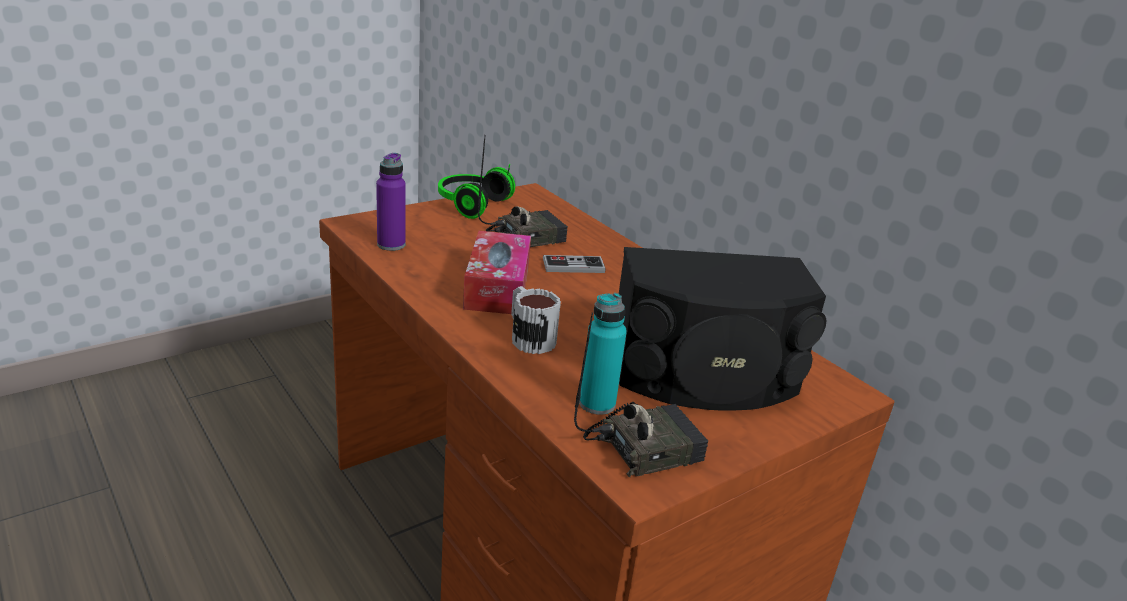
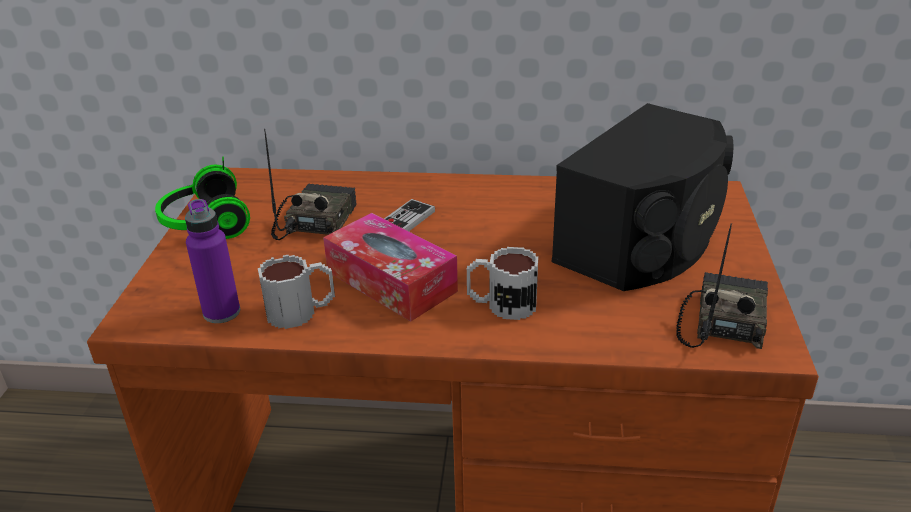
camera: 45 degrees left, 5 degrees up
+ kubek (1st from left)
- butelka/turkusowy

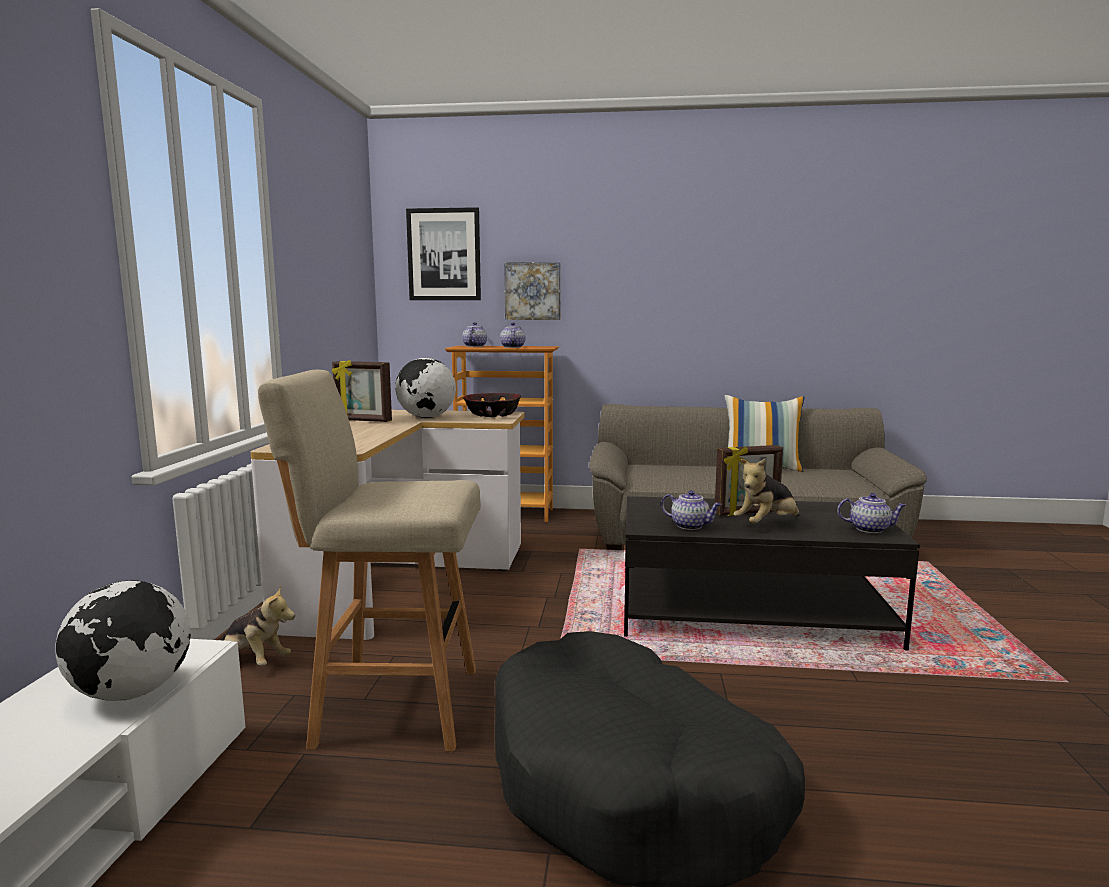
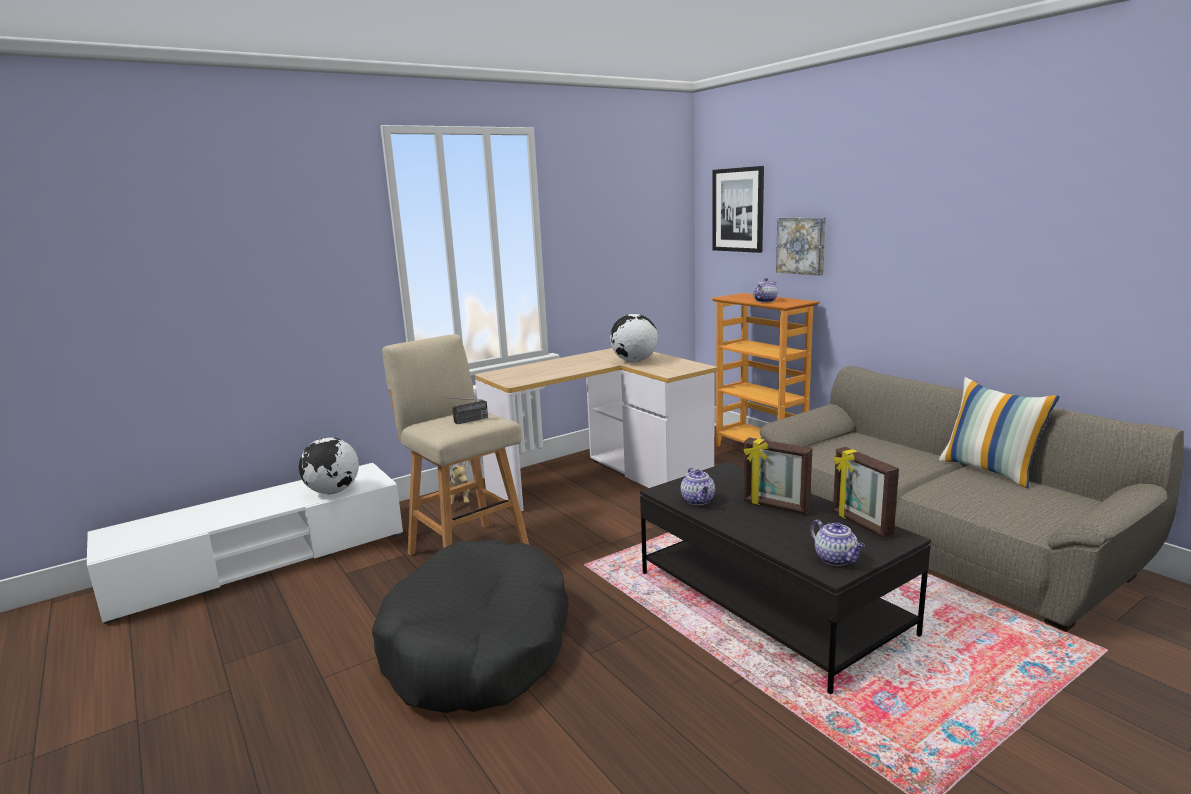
camera: 50 degrees right, 5 degrees up
+ radio
~ ramka na zdjęcie (1st from left in the first image) to ramka na zdjęcie (2nd from left)
- imbryk (1st from left)
- miska
- pluszak (2nd from left)

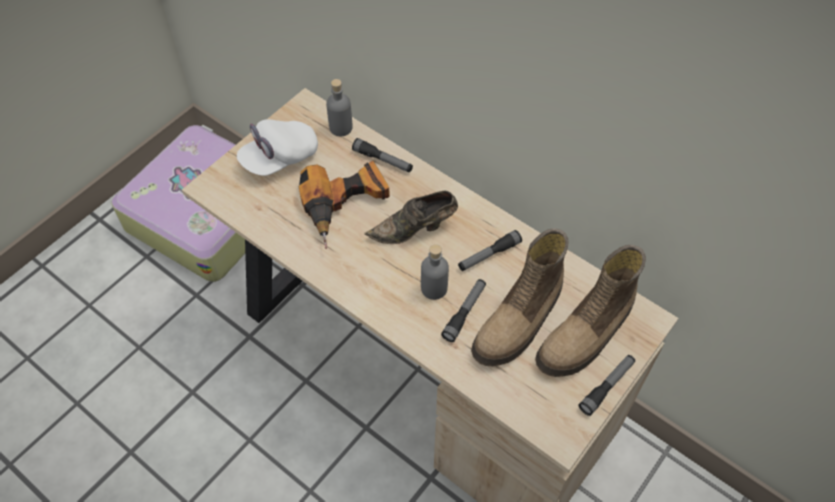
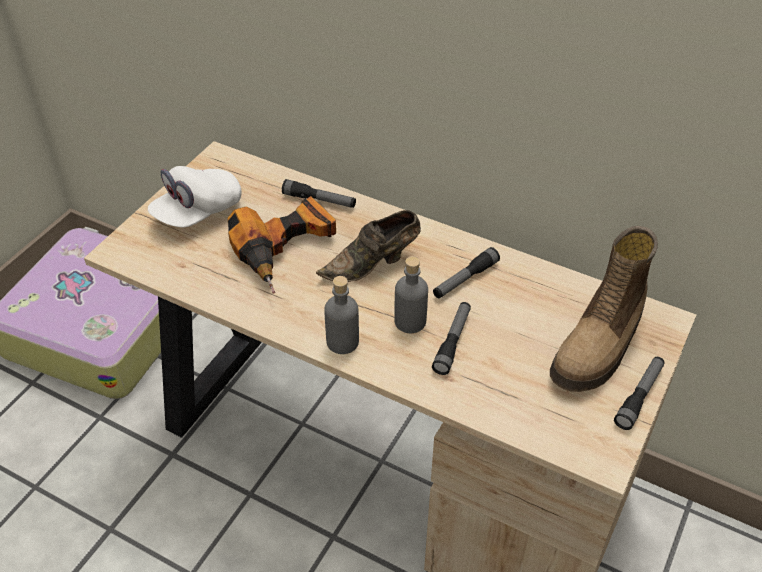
camera: 10 degrees left, 10 degrees down
~ butelka/szary (1st from left)
- but z cholewką (1st from left)

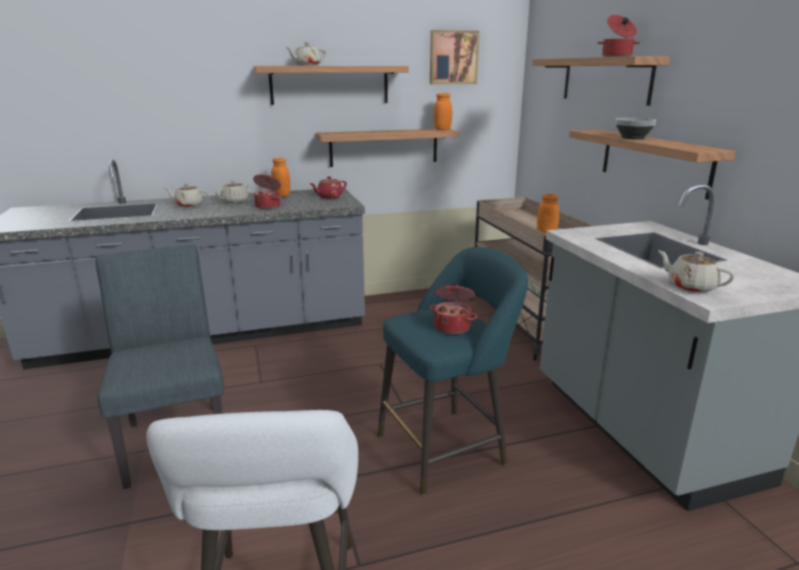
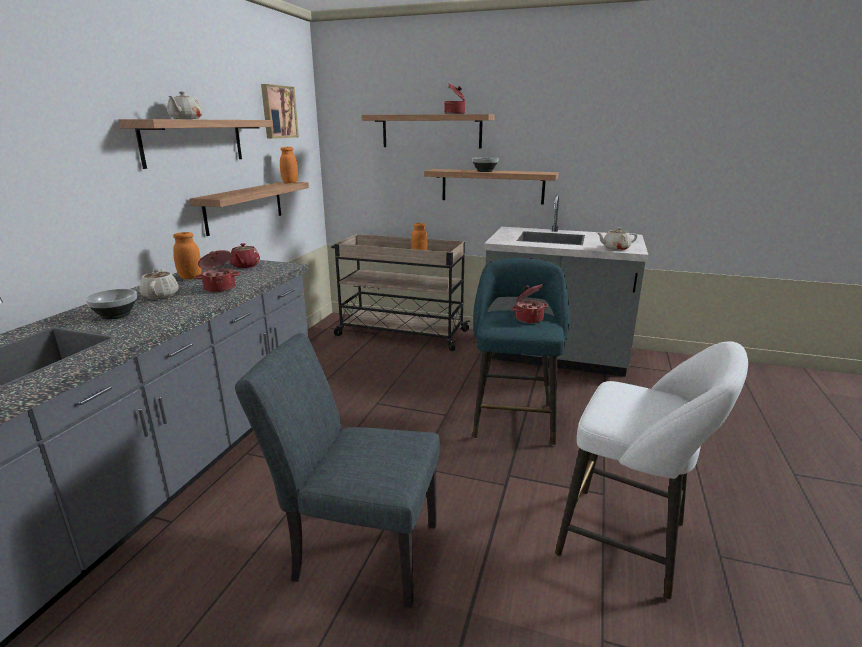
camera: 55 degrees left, 0 degrees up
~ imbryk/beżowy (1st from left) to miska (1st from left)

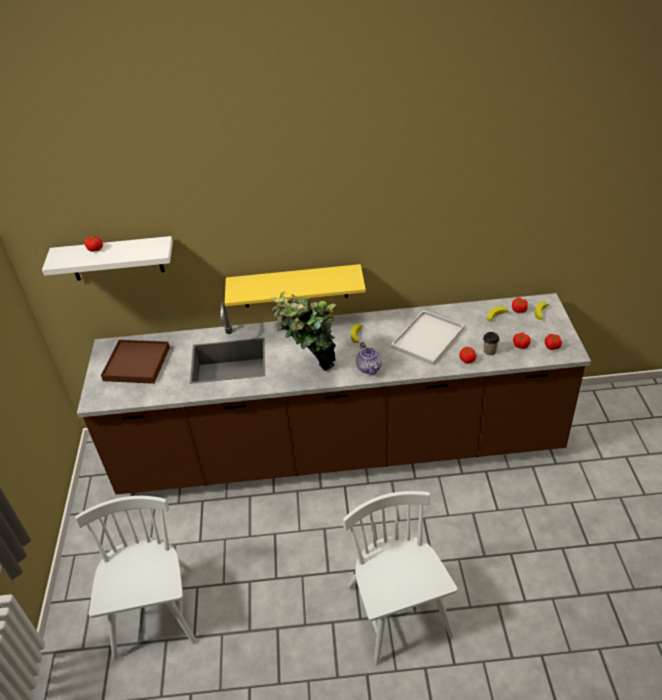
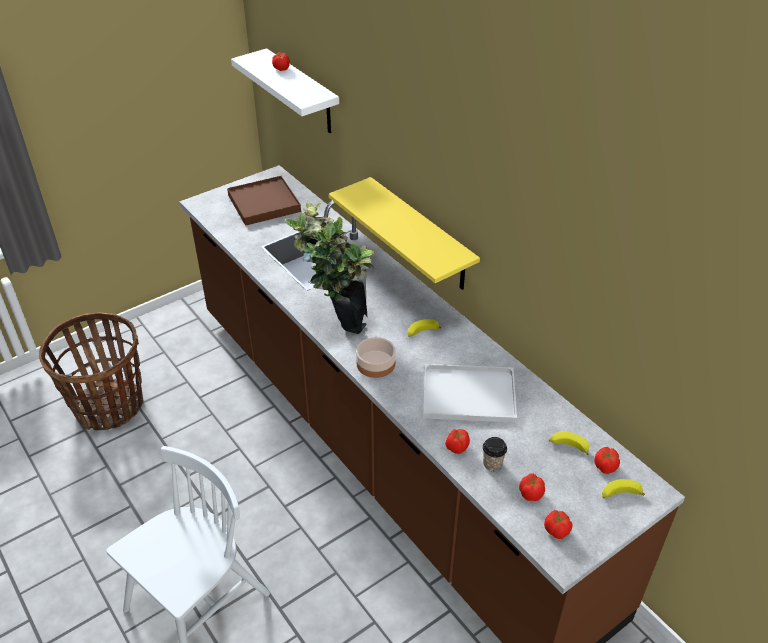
camera: 55 degrees right, 0 degrees up
~ krzesło/biały (1st from left) to koszyk
~ imbryk to miska

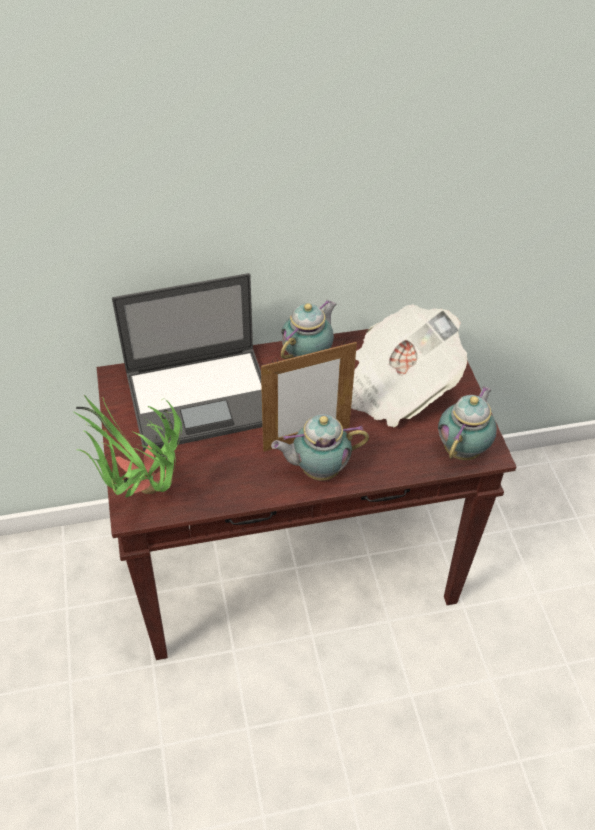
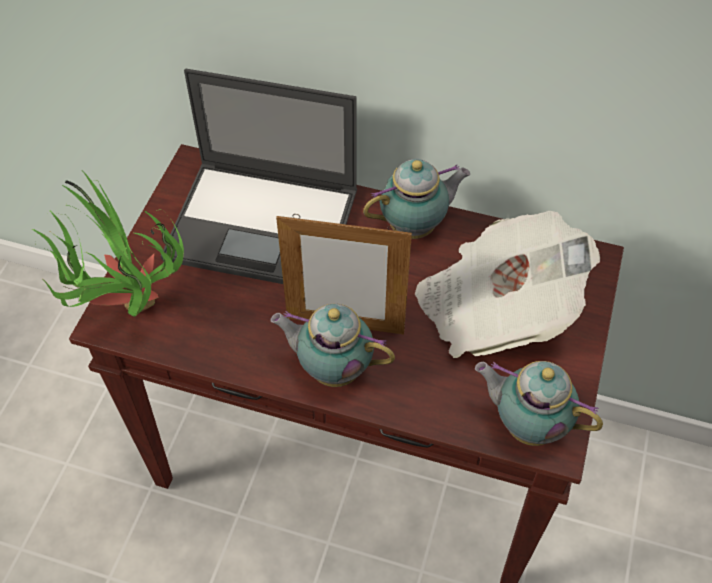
camera: 30 degrees right, 5 degrees up
~ imbryk (3rd from left) 120 degrees counterclockwise

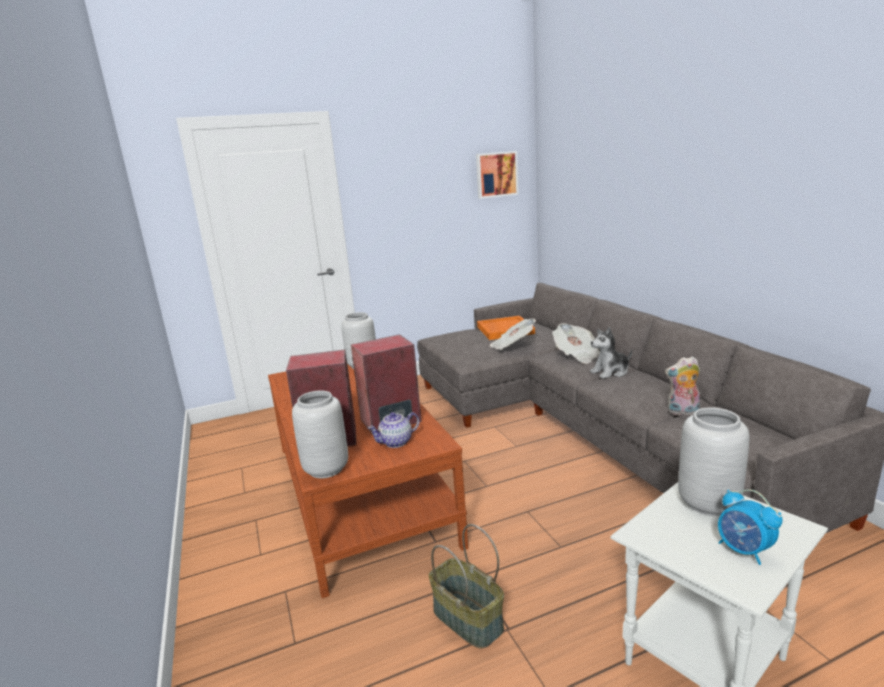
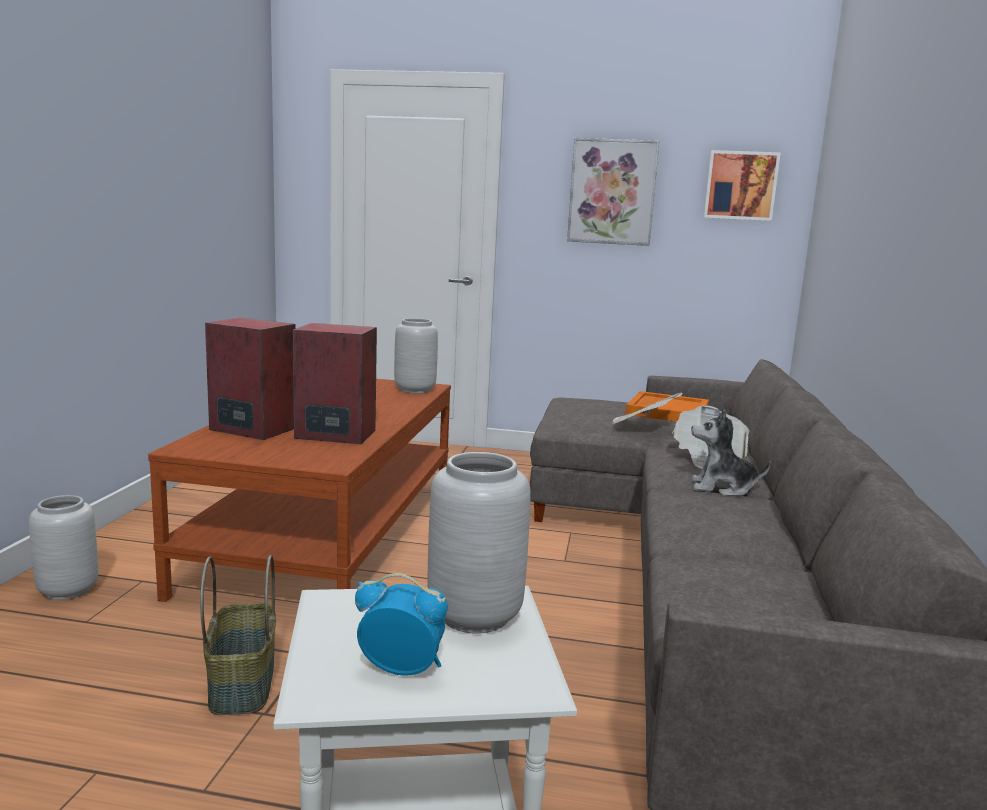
camera: 30 degrees right, 5 degrees down
~ wazon/szary (1st from left)
~ budzik 105 degrees clockwise
+ obraz (1st from left)
- imbryk
- pluszak (2nd from left)

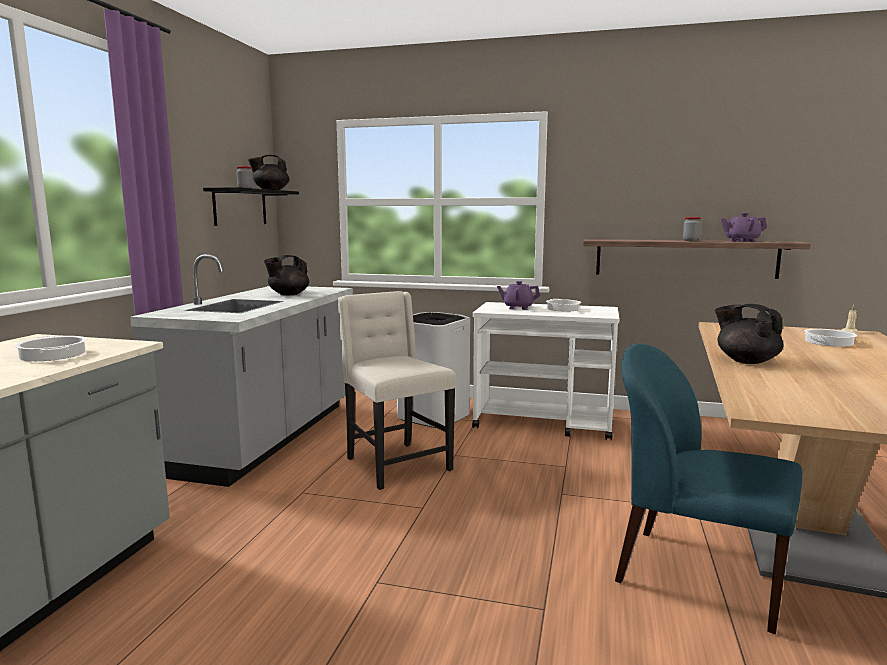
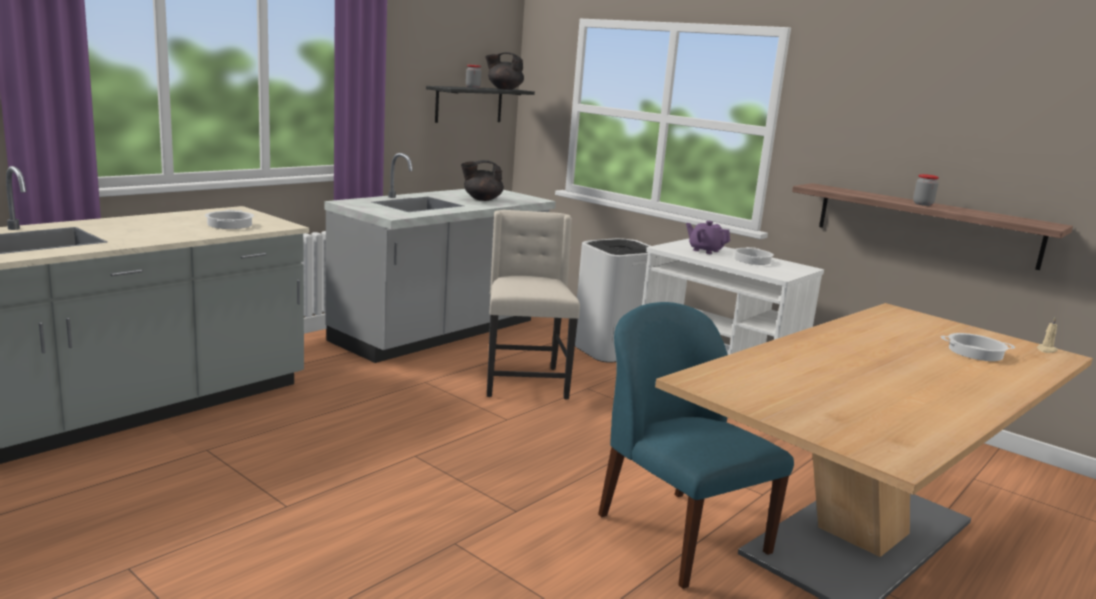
camera: 25 degrees right, 5 degrees up
- imbryk/czarny (3rd from left)
- imbryk/fioletowy (2nd from left)

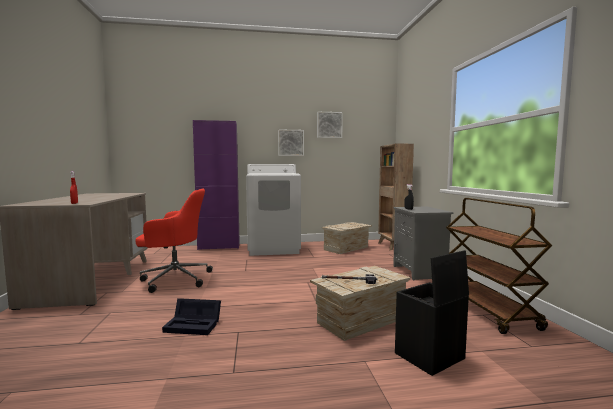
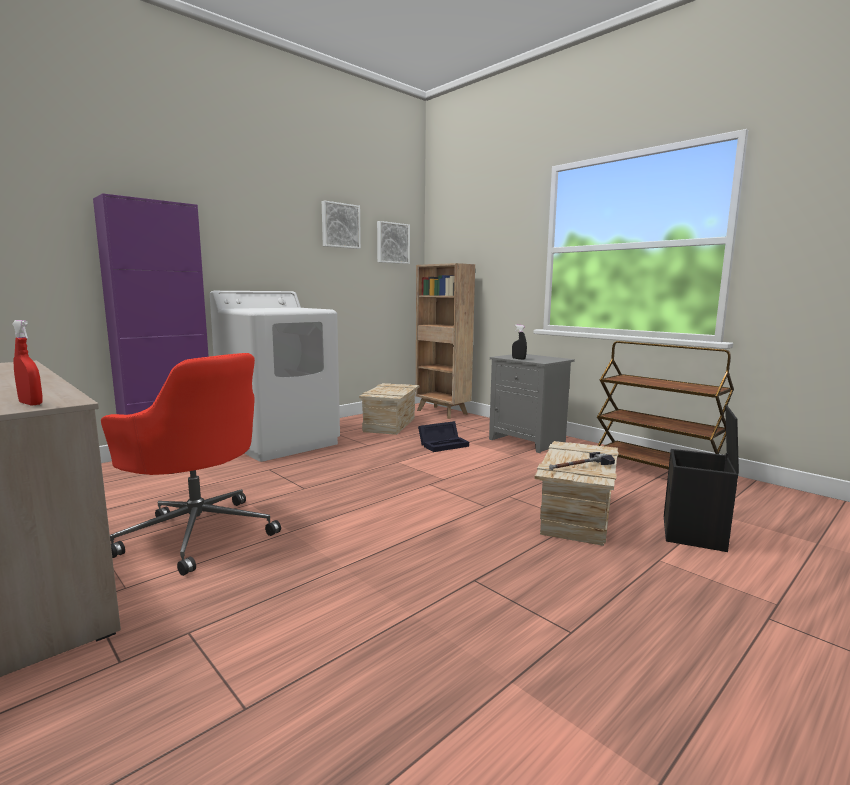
camera: 35 degrees left, 5 degrees up
~ krzesło biurowe/czerwony 75 degrees clockwise
~ obraz (1st from left in the first image) to obraz (2nd from left)
~ pojemnik do przechowywania/czarny (1st from left)

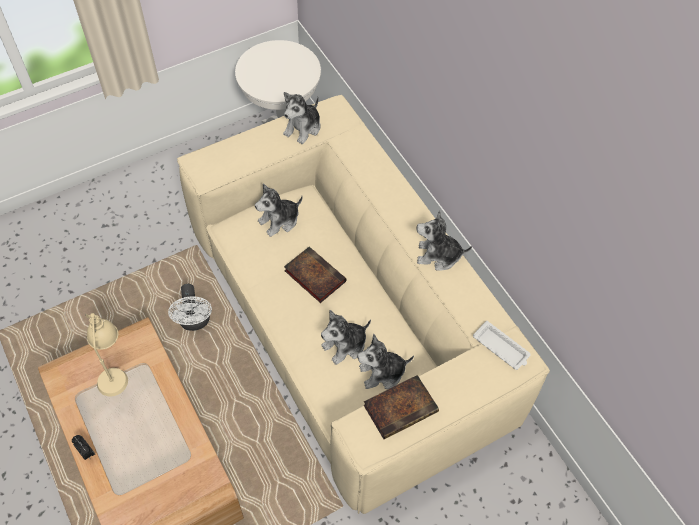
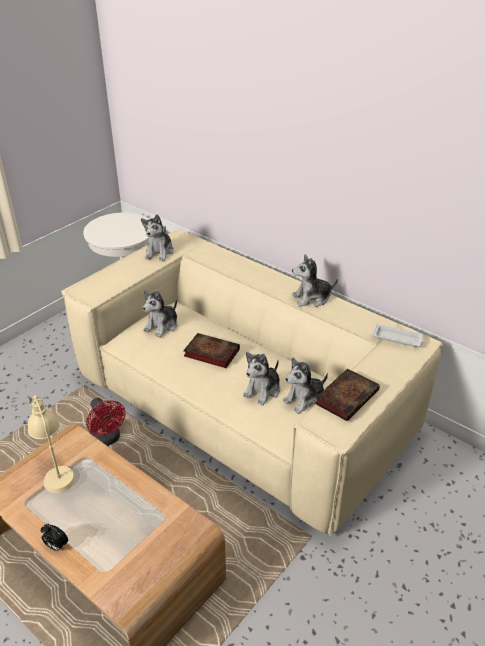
camera: 20 degrees left, 20 degrees down
~ wentylator/biały to wentylator/czerwony

